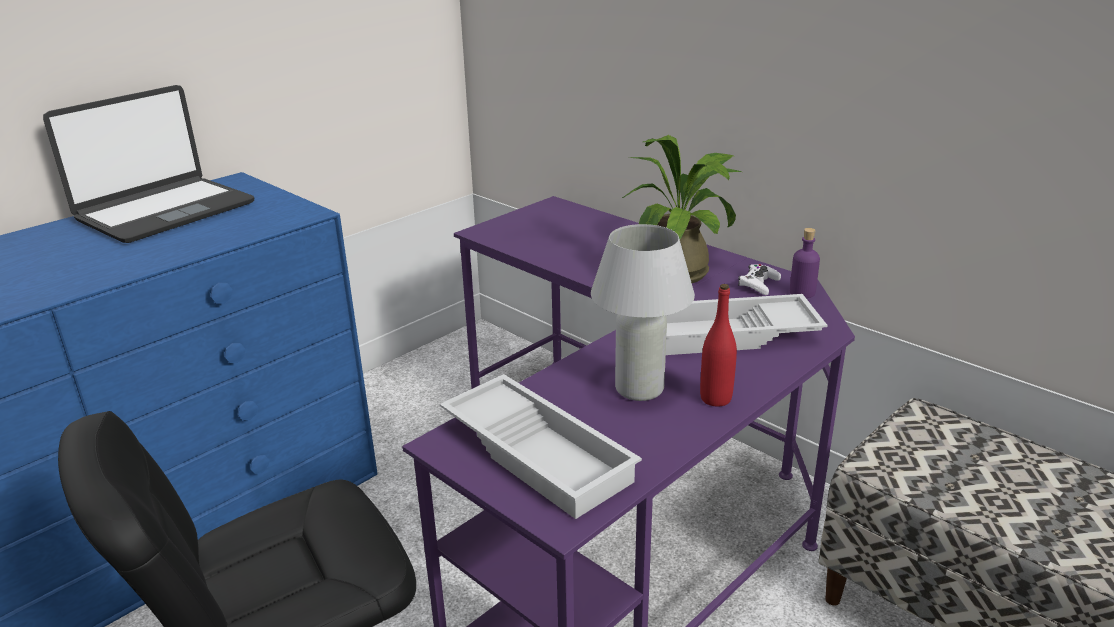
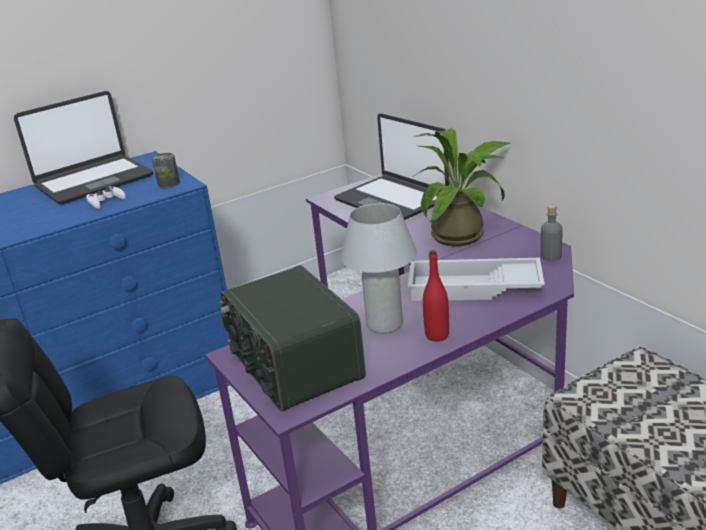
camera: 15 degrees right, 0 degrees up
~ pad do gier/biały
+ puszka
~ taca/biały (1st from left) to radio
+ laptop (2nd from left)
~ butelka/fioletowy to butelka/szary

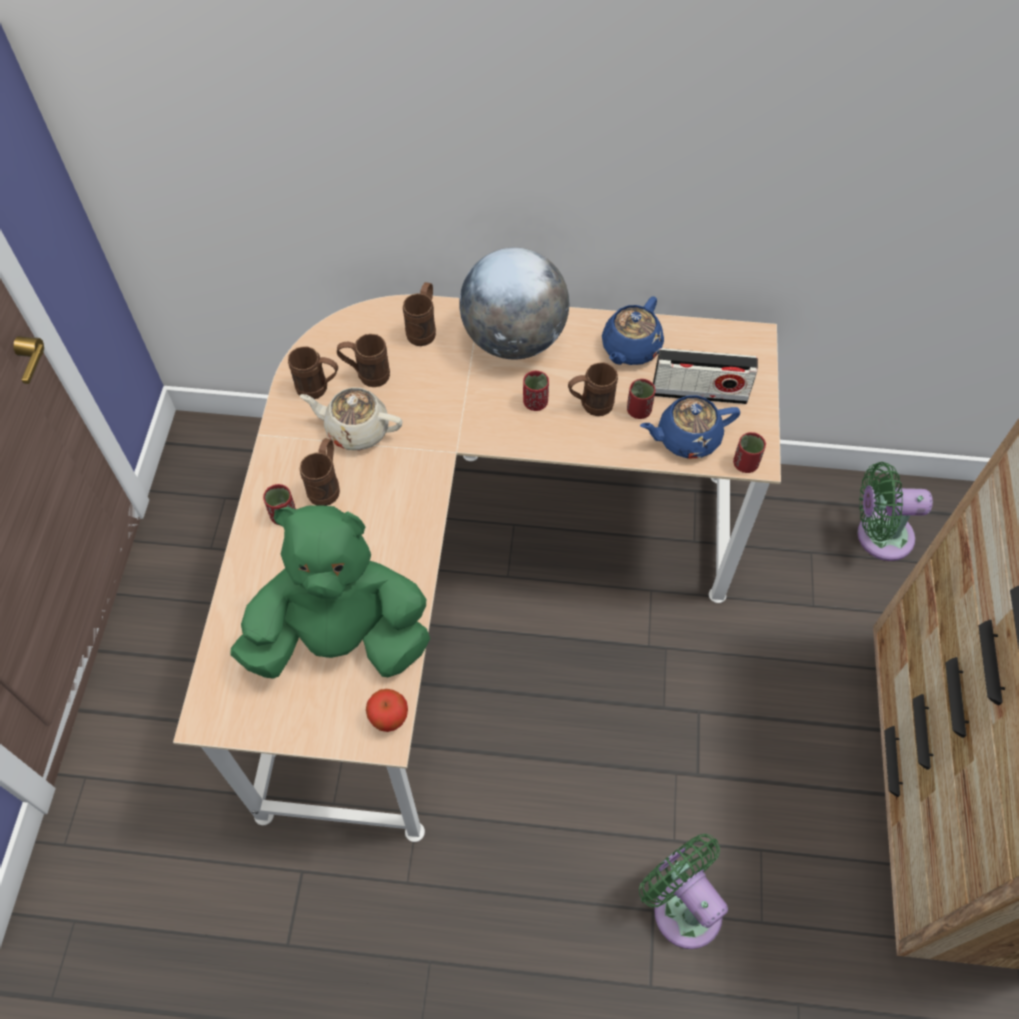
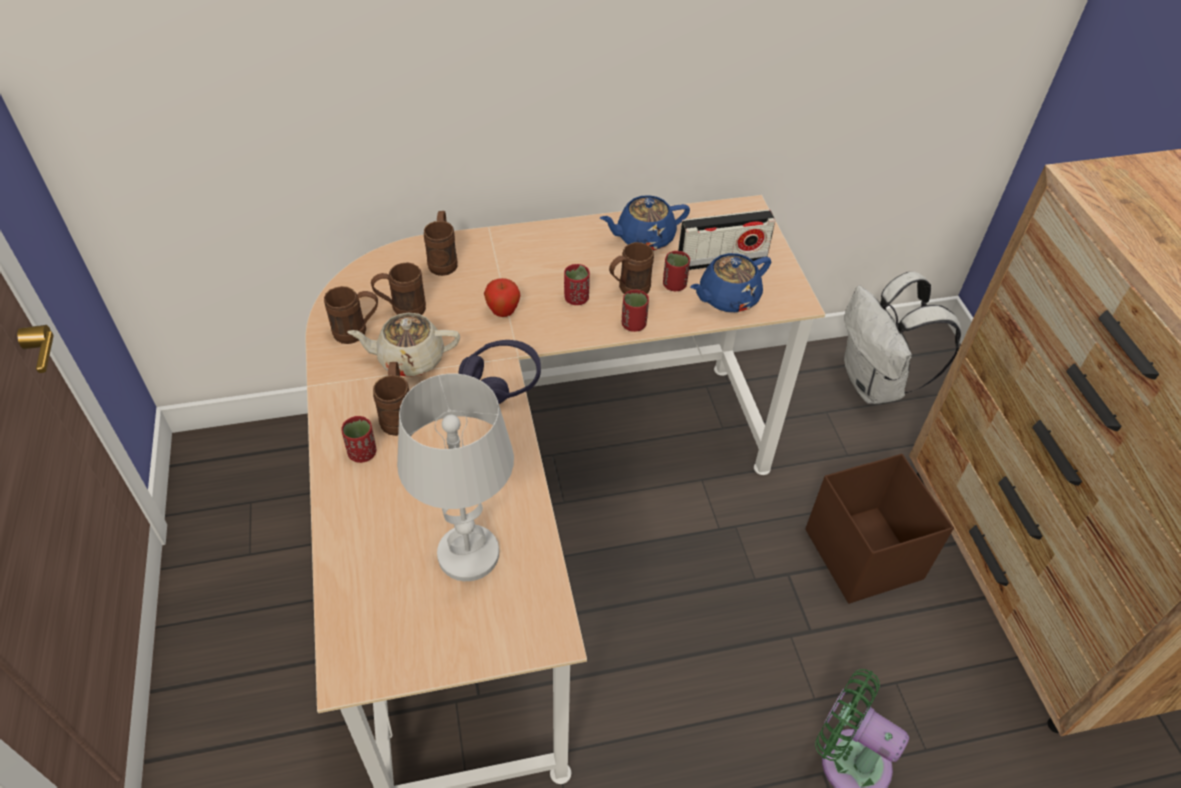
camera: 20 degrees left, 10 degrees down
~ pluszak/zielony to lampa stołowa/biały
+ słuchawki/fioletowy
~ jabłko
~ imbryk/niebieski (1st from left) 60 degrees clockwise
~ filiżanka/czerwony (4th from left in the first image) to filiżanka/czerwony (3rd from left)
+ pojemnik do przechowywania/brązowy
~ wentylator/zielony (2nd from left) to plecak/biały
- globus

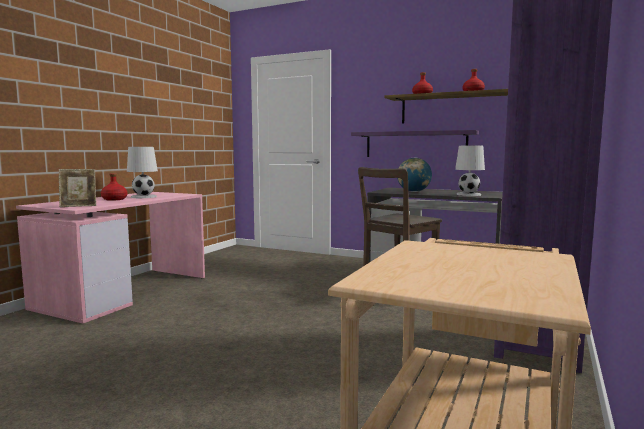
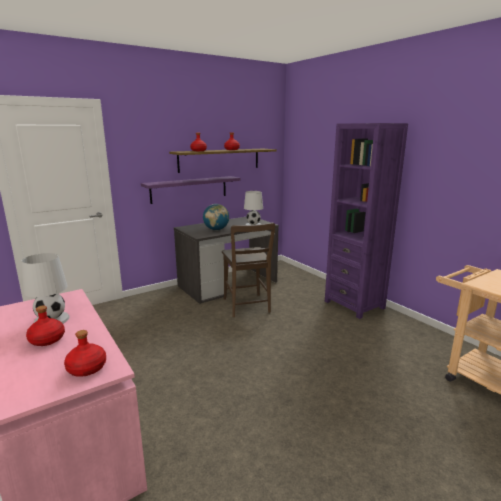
camera: 60 degrees left, 10 degrees up
~ ramka na zdjęcie to butelka/czerwony (2nd from left)

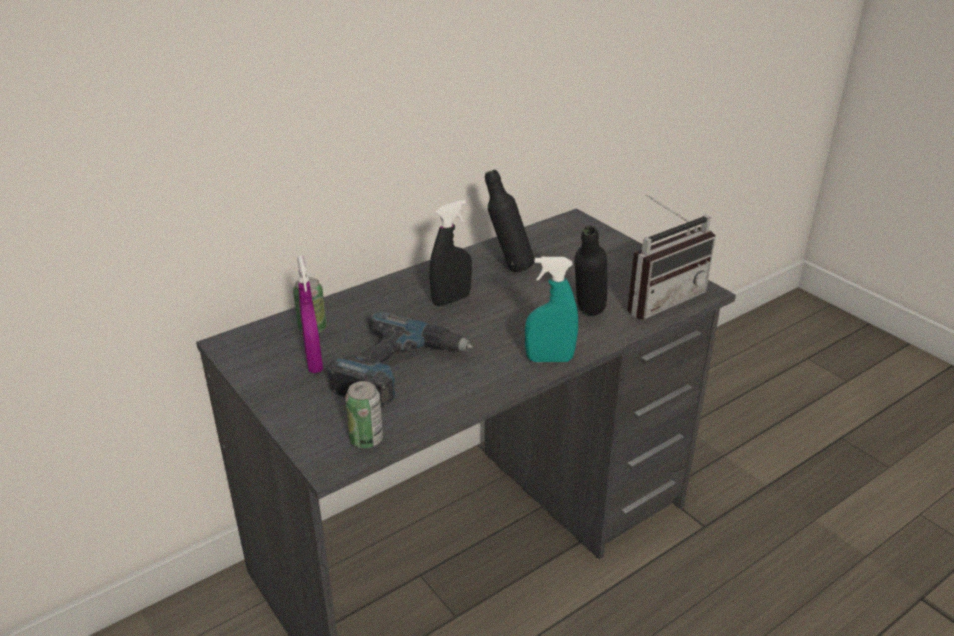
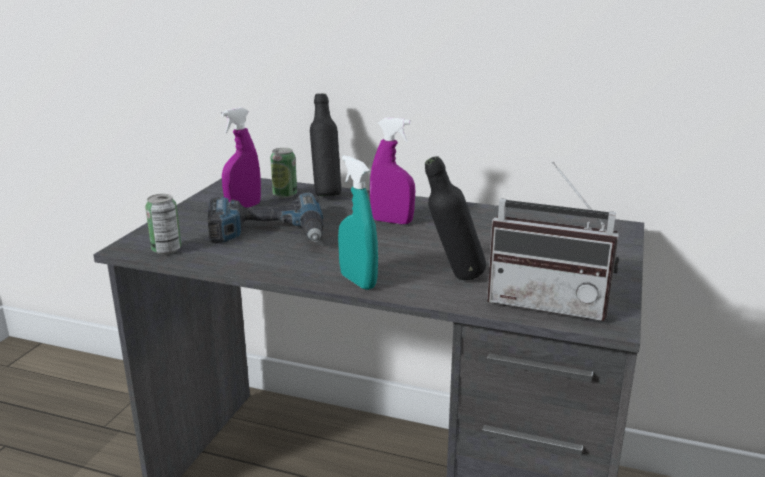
camera: 55 degrees right, 10 degrees down
~ butelka/czarny (1st from left)
~ spryskiwacz/czarny to spryskiwacz/fioletowy (2nd from left)

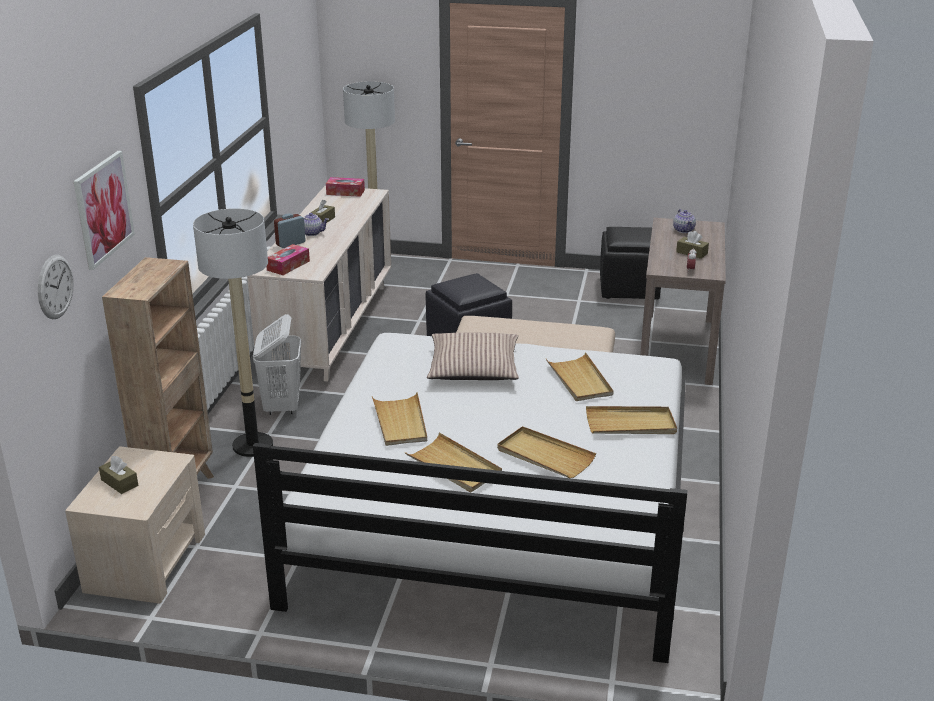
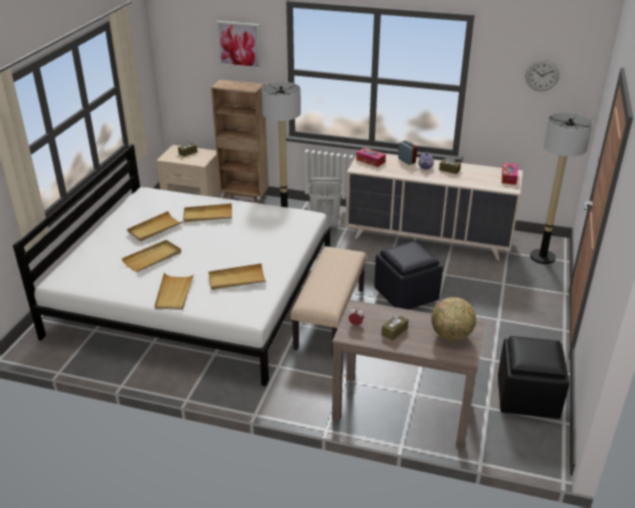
camera: 95 degrees right, 5 degrees up
~ imbryk (2nd from left) to globus
~ zegar ścienny
- poduszka

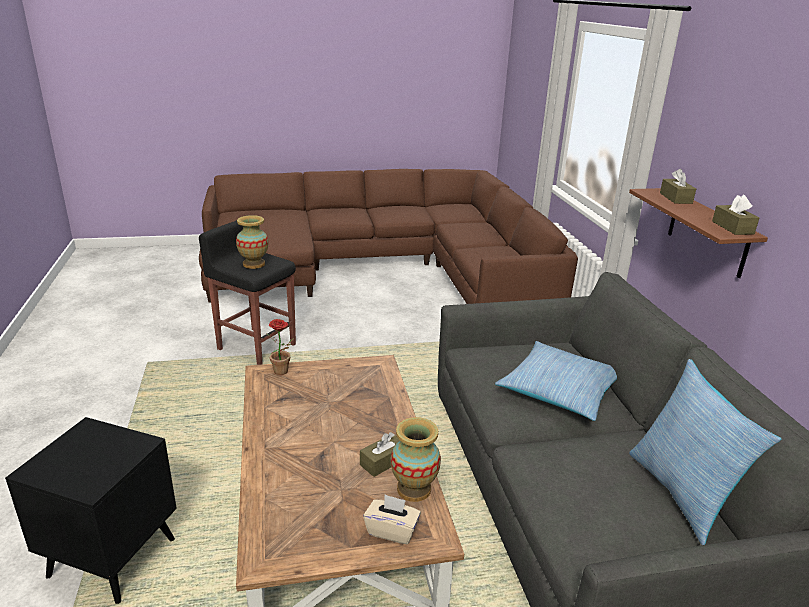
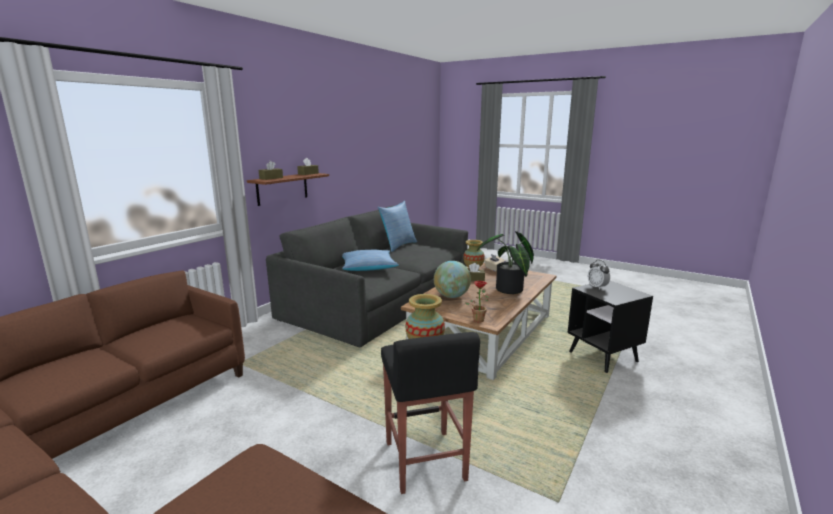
camera: 135 degrees left, 10 degrees down
+ globus
+ roślina doniczkowa (2nd from left)
+ budzik

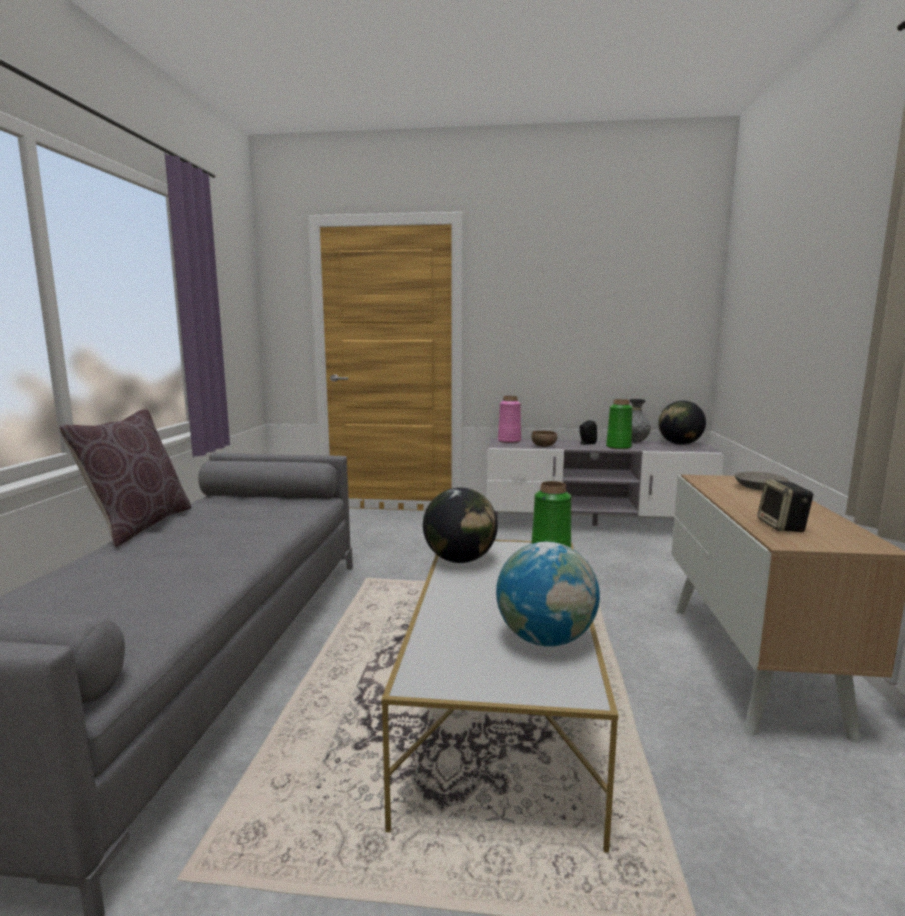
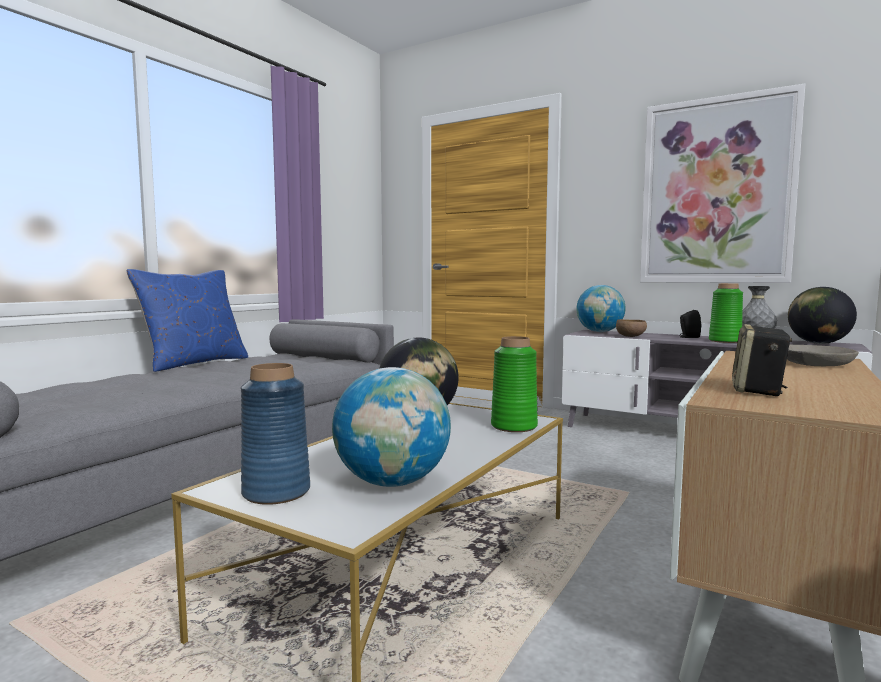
camera: 25 degrees right, 5 degrees down
~ poduszka/brązowy to poduszka/niebieski
+ wazon/niebieski
~ wazon/różowy to globus (3rd from left)
+ obraz

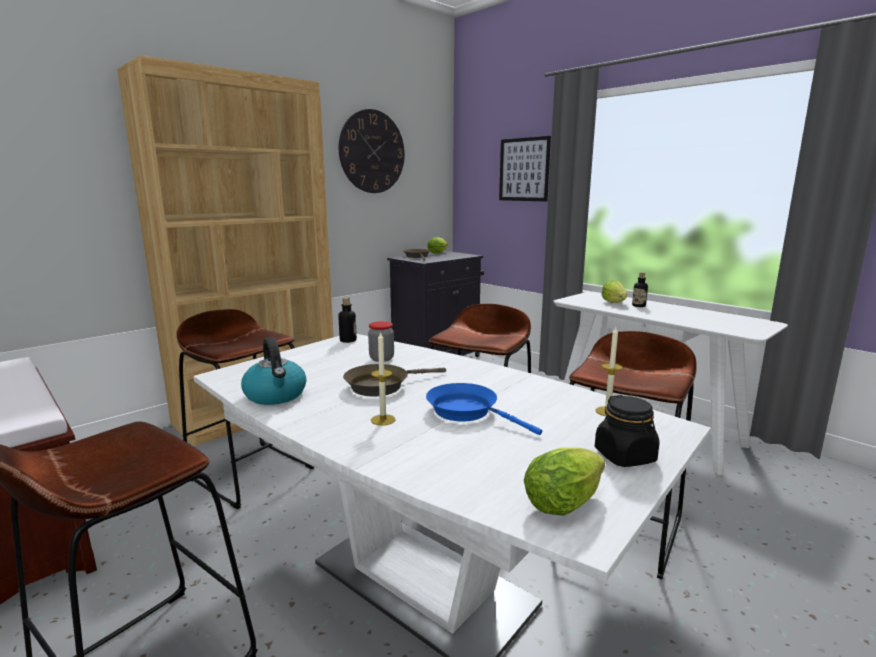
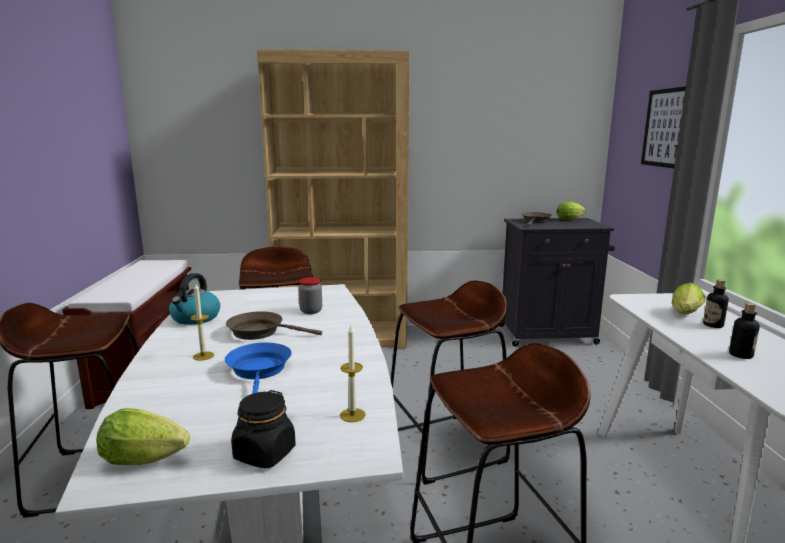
camera: 40 degrees right, 0 degrees up
~ butelka (1st from left in the first image) to butelka (2nd from left)
- zegar ścienny

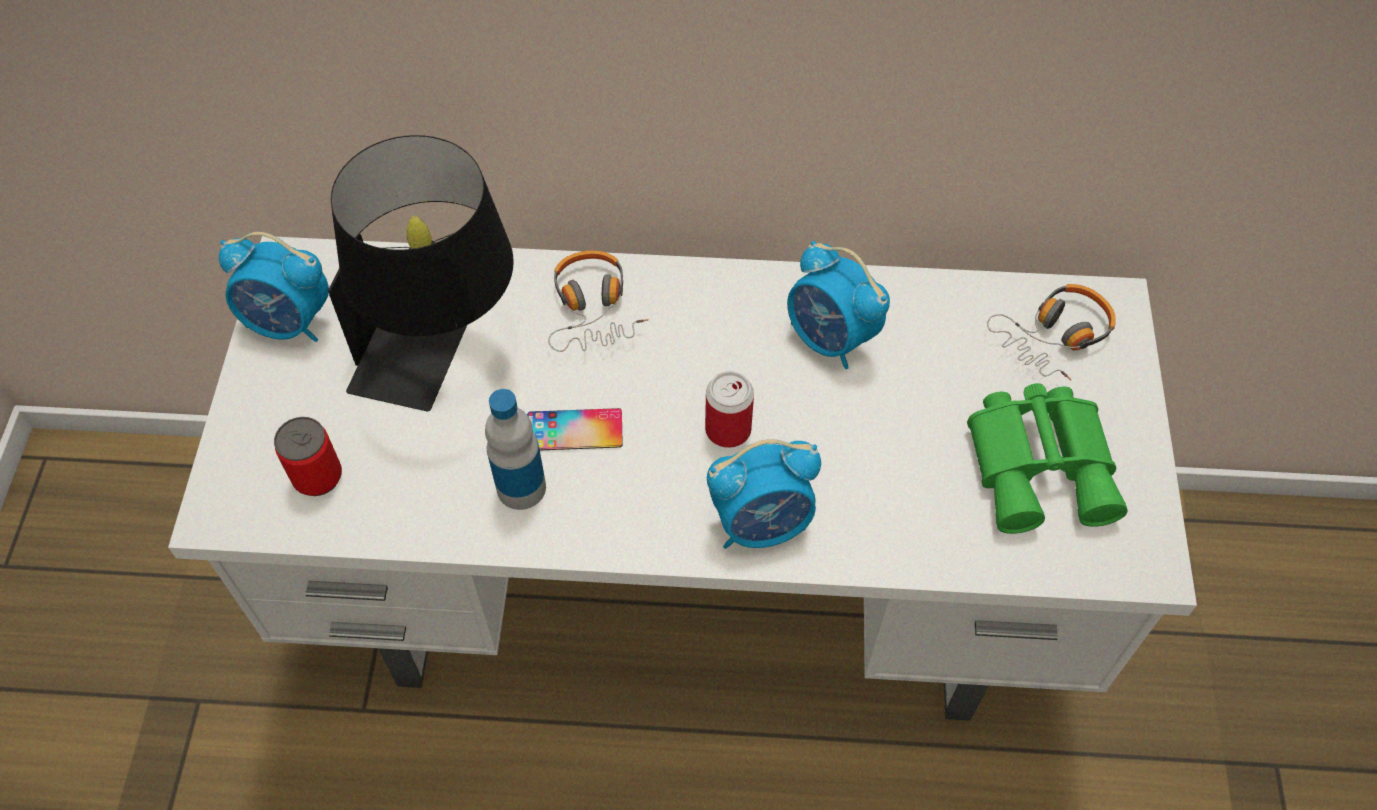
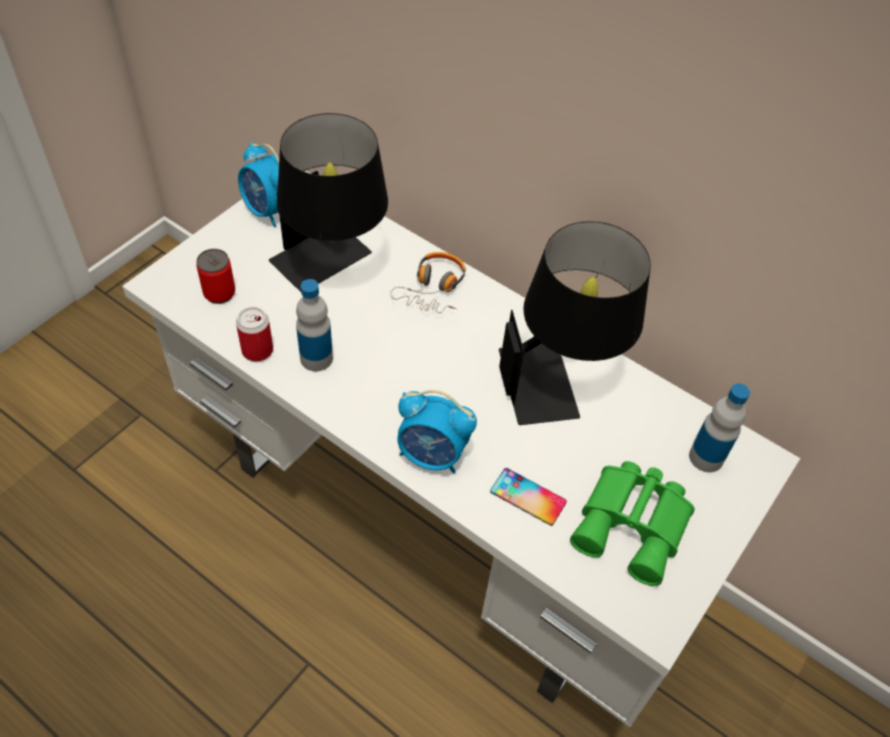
camera: 30 degrees right, 5 degrees down
~ puszka (2nd from left)
~ telefon
~ budzik (3rd from left) to lampa stołowa/czarny (2nd from left)
~ słuchawki (2nd from left) to butelka (2nd from left)

